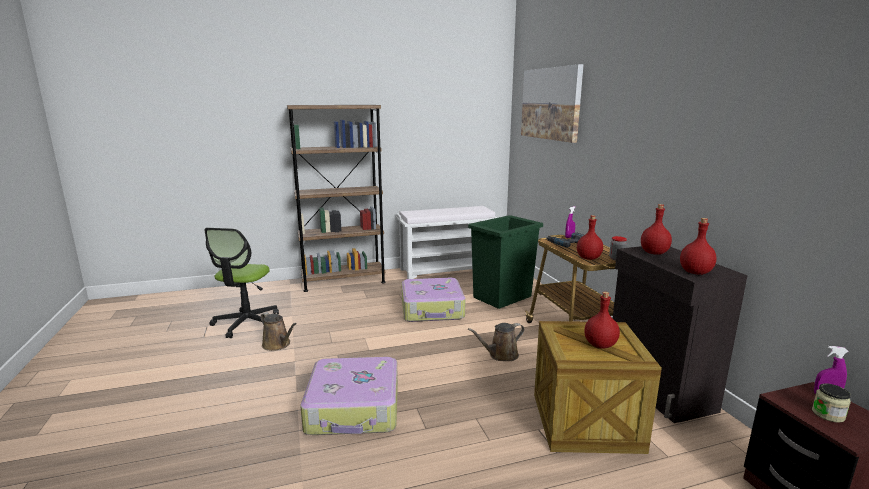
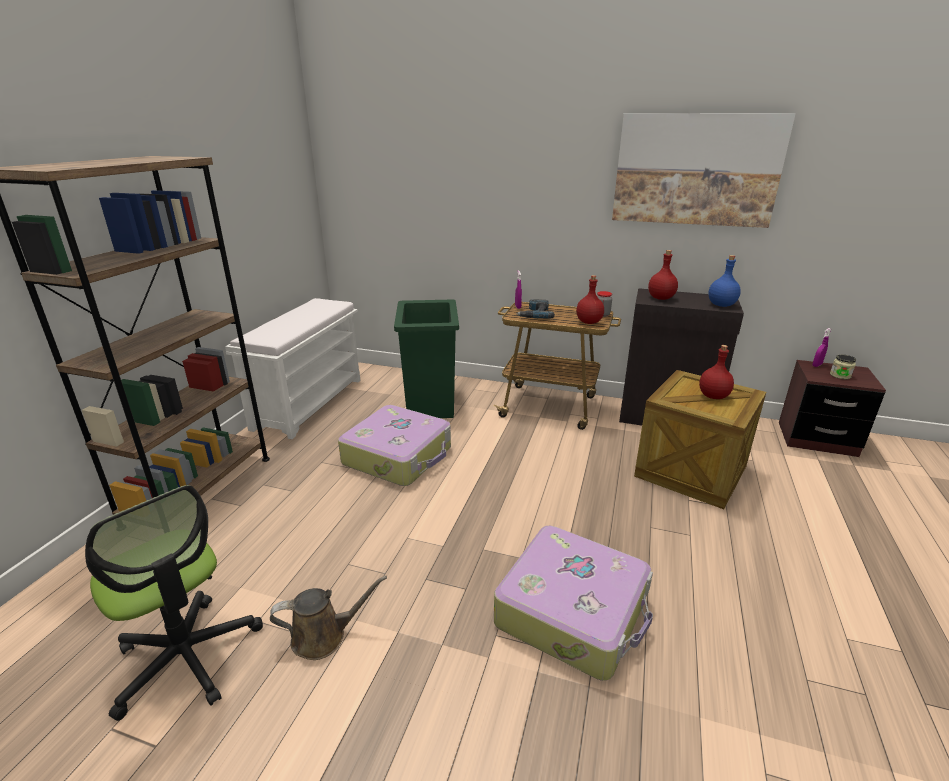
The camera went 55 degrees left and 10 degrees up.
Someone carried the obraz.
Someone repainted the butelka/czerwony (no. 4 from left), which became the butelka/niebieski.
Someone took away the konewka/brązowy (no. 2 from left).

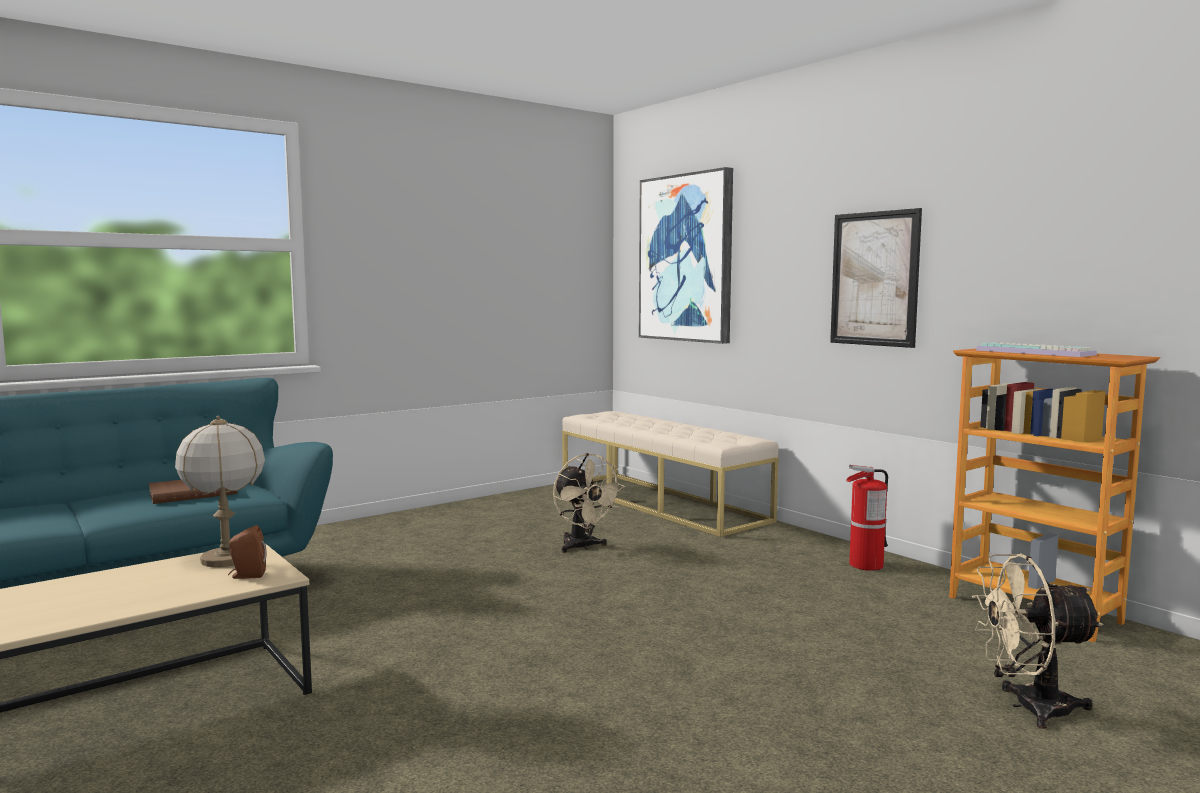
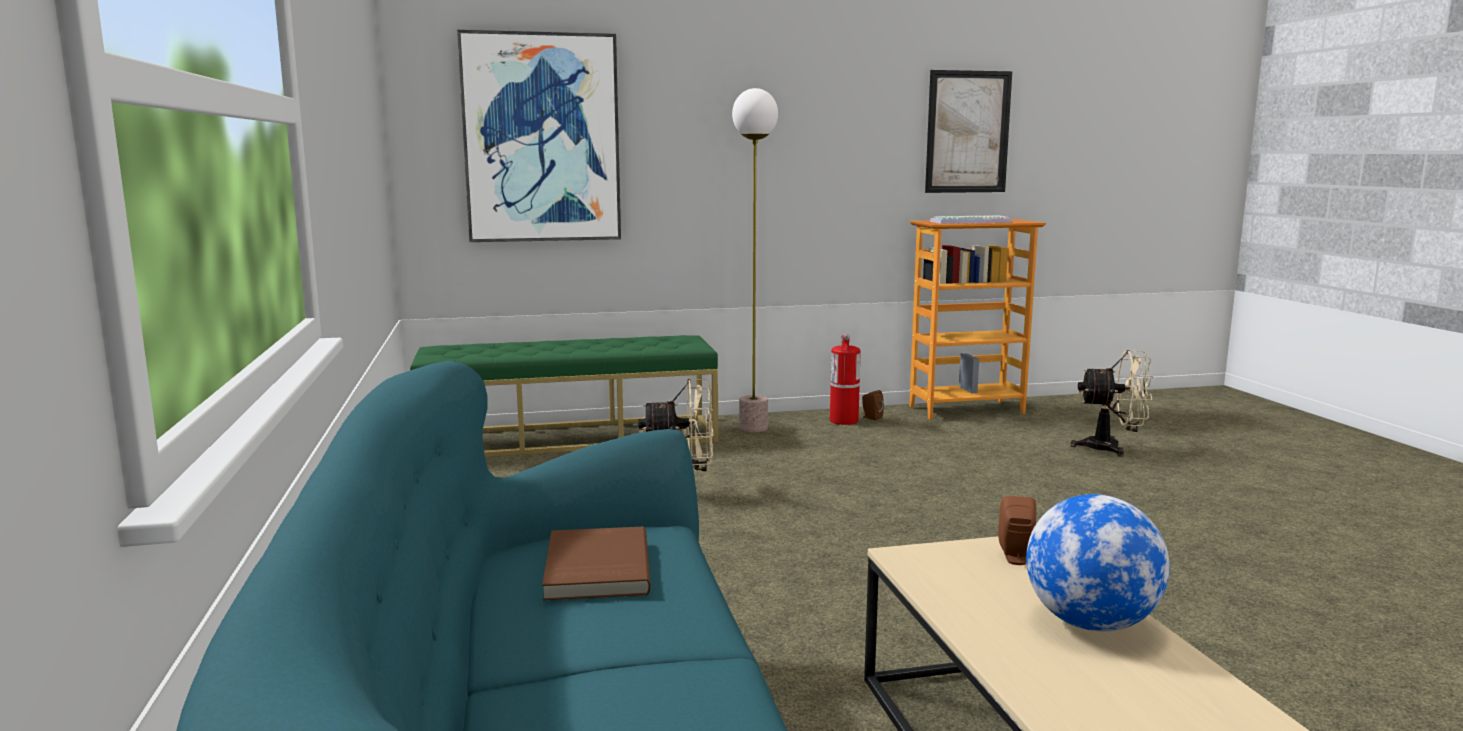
The camera went 65 degrees left and 5 degrees up.
Someone repainted the ławka/beżowy, which became the ławka/zielony.
Someone put down the lampa stojąca.
Someone put down the głośnik/brązowy (no. 1 from left).
Someone carried the obraz (no. 2 from left).
Someone put down the globus.
Someone rotated the wentylator/beżowy (no. 2 from left) by 105 degrees counterclockwise.
Someone took away the lampa stołowa.

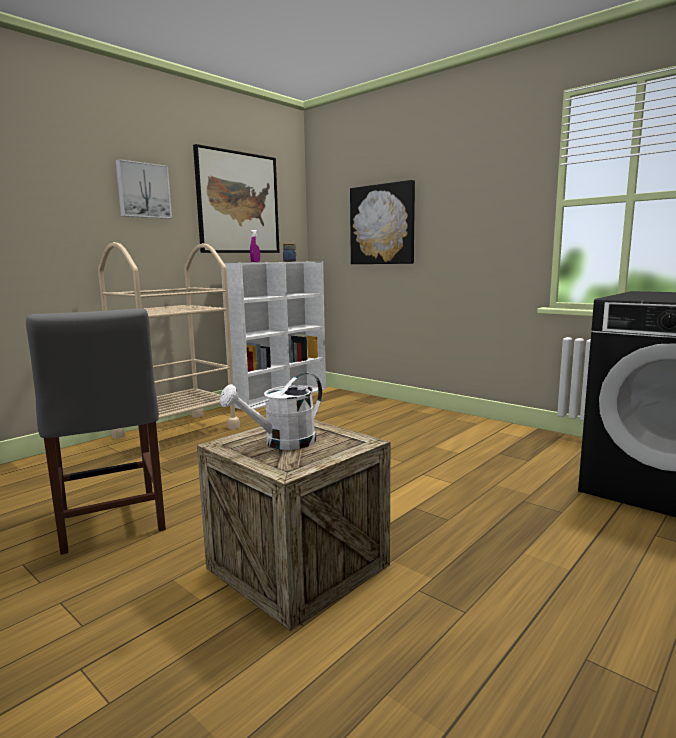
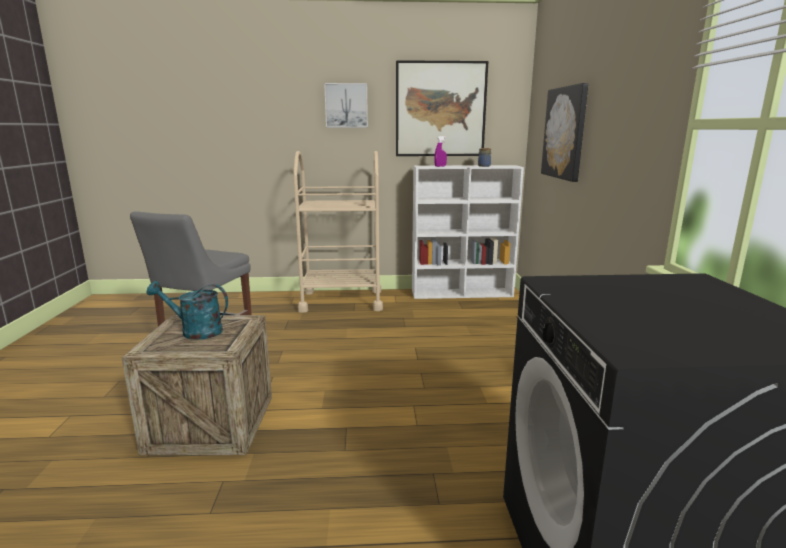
The camera went 45 degrees right and 5 degrees up.
Someone repainted the konewka/biały, which became the konewka/turkusowy.

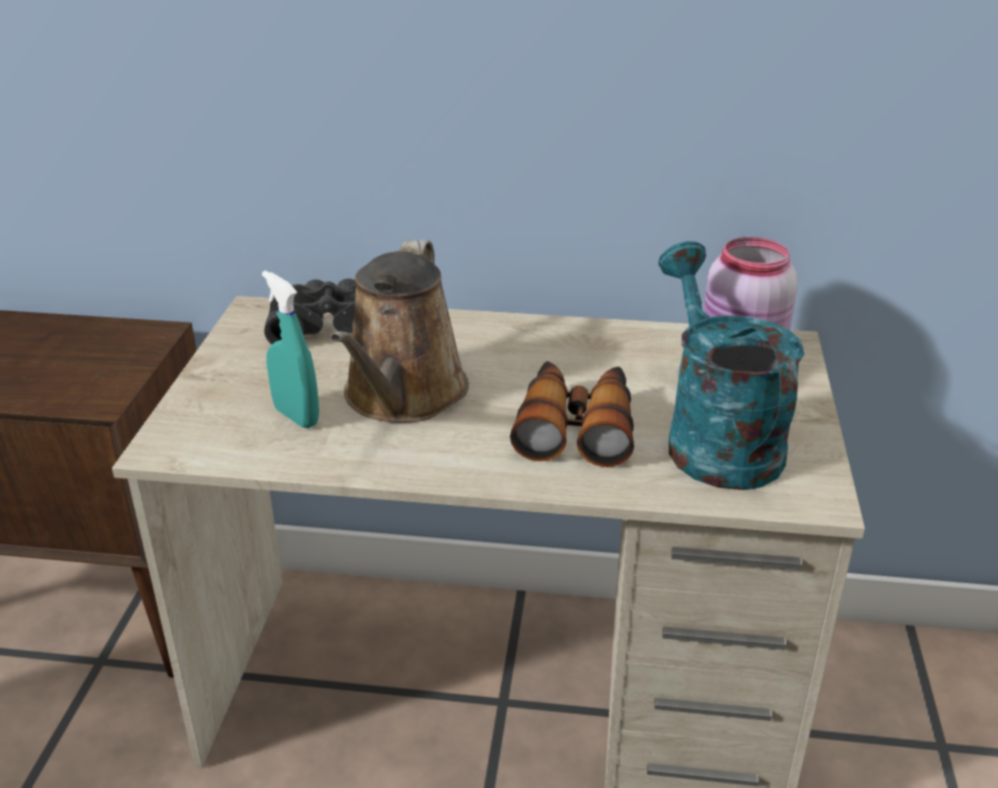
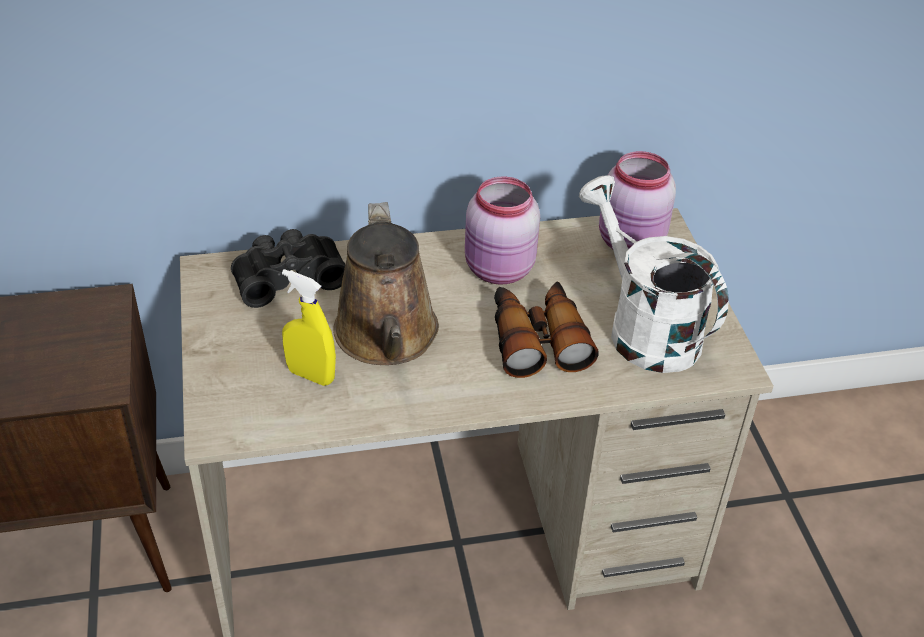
The camera went 20 degrees left and 10 degrees up.
Someone repainted the spryskiwacz/turkusowy, which became the spryskiwacz/żółty.
Someone put down the słoik/różowy (no. 1 from left).
Someone repainted the konewka/turkusowy, which became the konewka/biały.

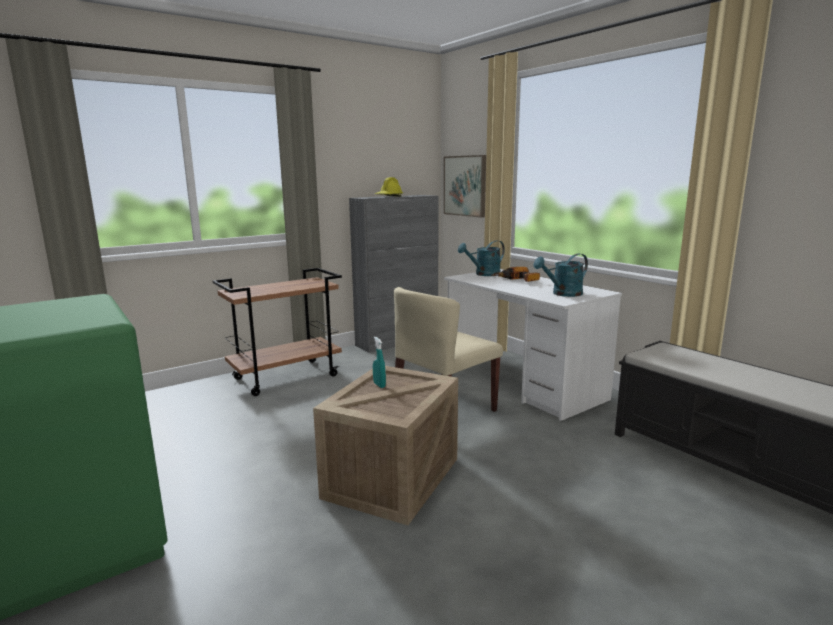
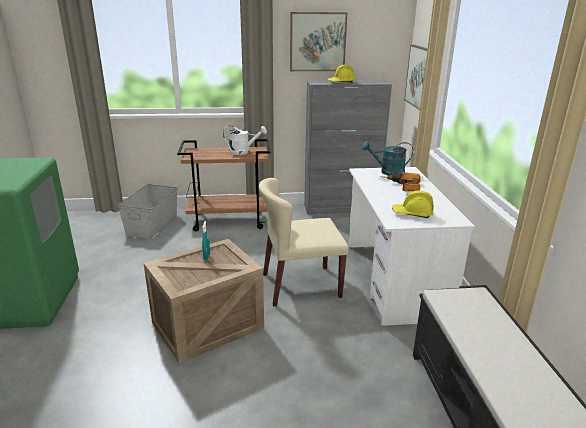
The camera went 30 degrees right and 10 degrees up.
Someone put down the pojemnik do przechowywania/szary.
Someone put down the konewka/biały.
Someone put up the obraz (no. 1 from left).
Someone swapped the konewka/turkusowy (no. 2 from left) for the kask/żółty (no. 2 from left).

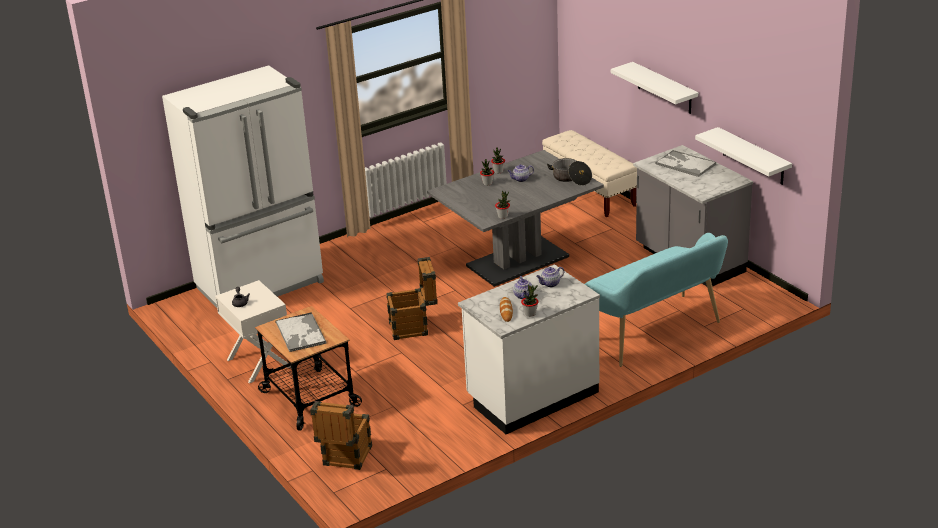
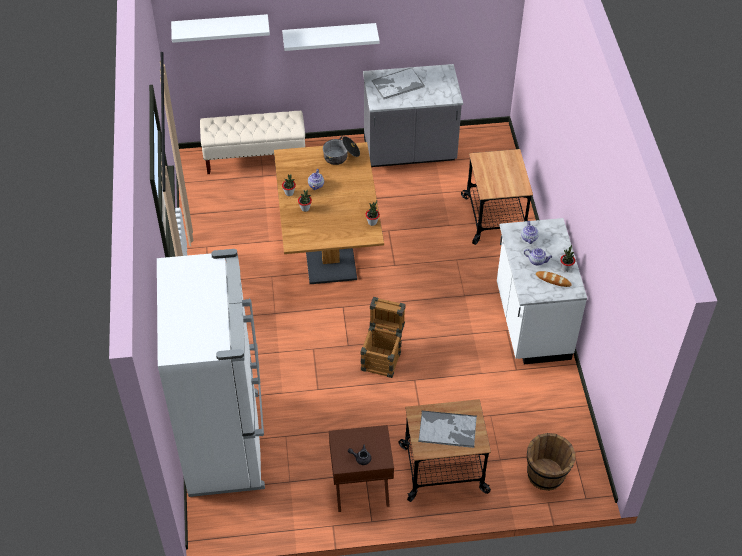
The camera went 65 degrees left and 20 degrees up.
Someone carried the półka/biały (no. 2 from left in the first image).
Someone repainted the stół jadalny/szary, which became the stół jadalny/brązowy.
Someone repainted the szafka nocna/biały, which became the szafka nocna/brązowy.
Someone swapped the ławka/turkusowy for the wózek (no. 2 from left).
Someone swapped the skrzynka (no. 1 from left) for the wiadro/brązowy.

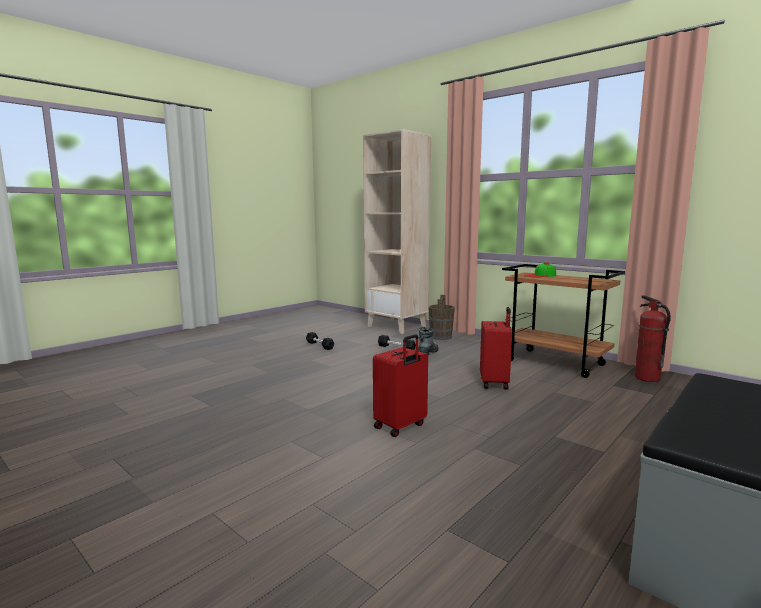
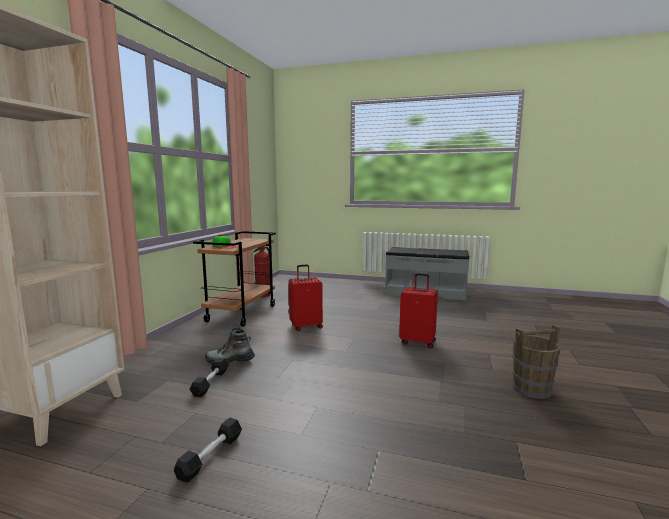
The camera went 115 degrees left and 0 degrees up.
Someone carried the wiadro/brązowy.

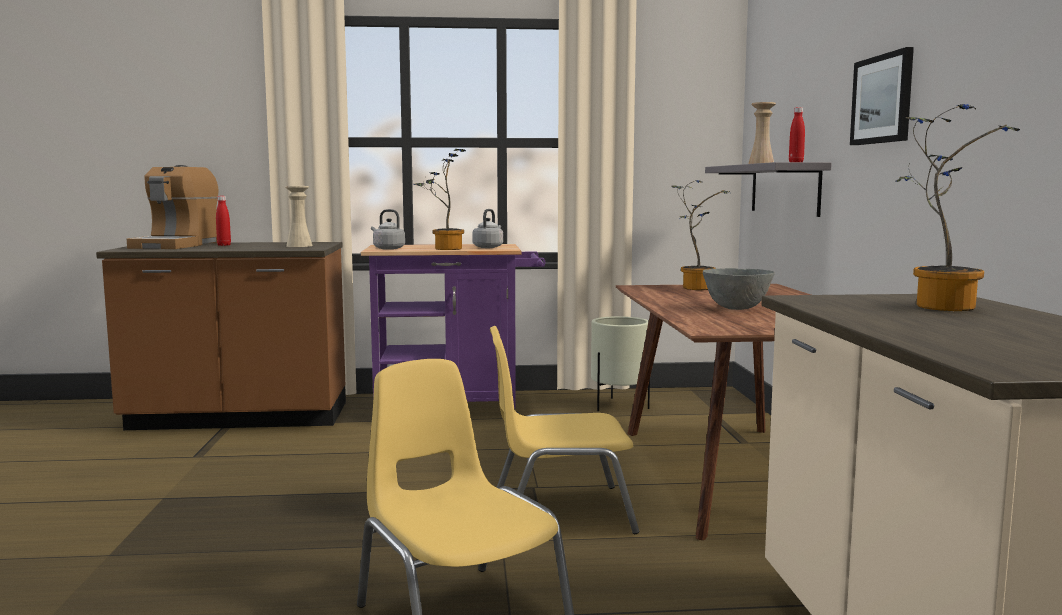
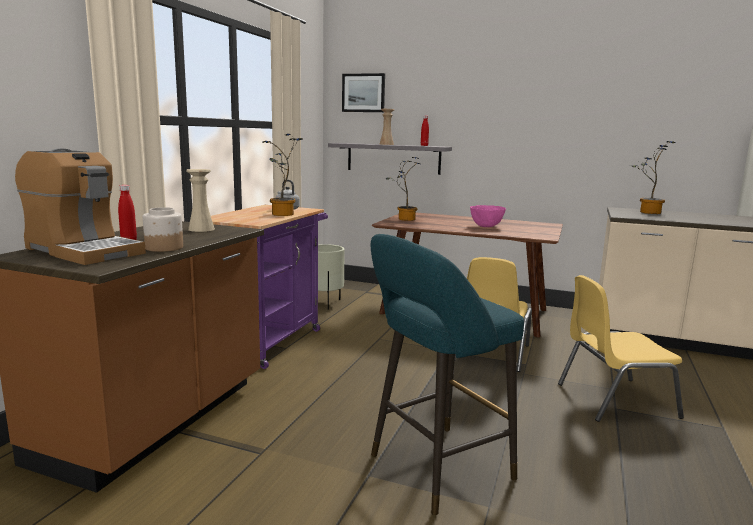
The camera went 65 degrees left and 5 degrees up.
Someone put down the słoik.
Someone carried the obraz.
Someone put down the stołek/turkusowy.
Someone repainted the miska/szary, which became the miska/różowy.
Someone took away the czajnik/szary (no. 1 from left).

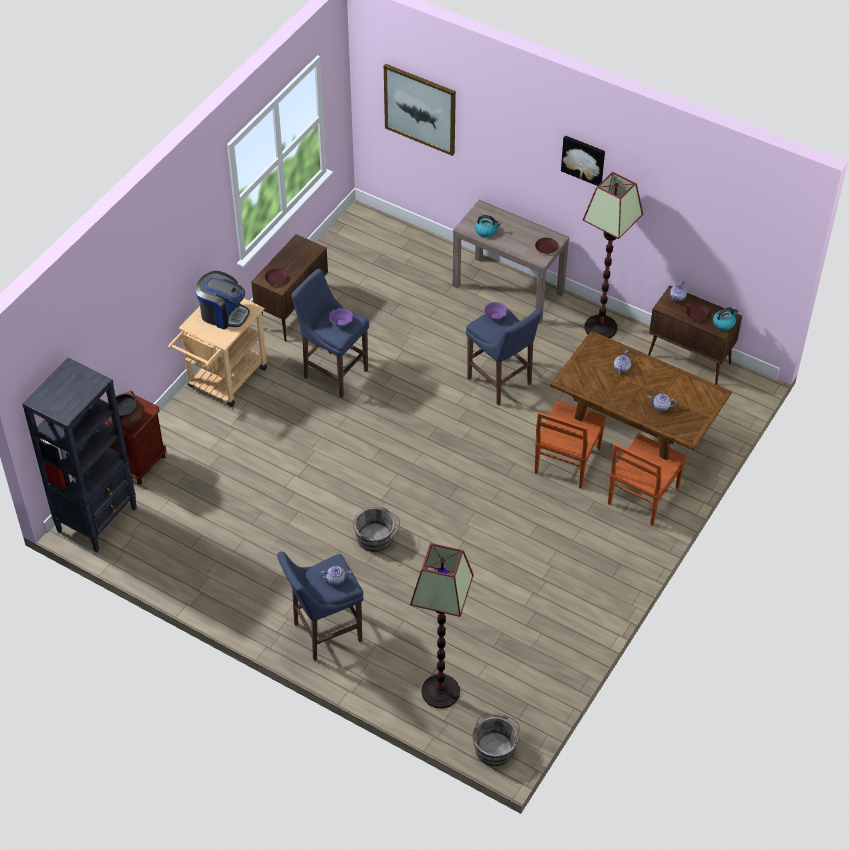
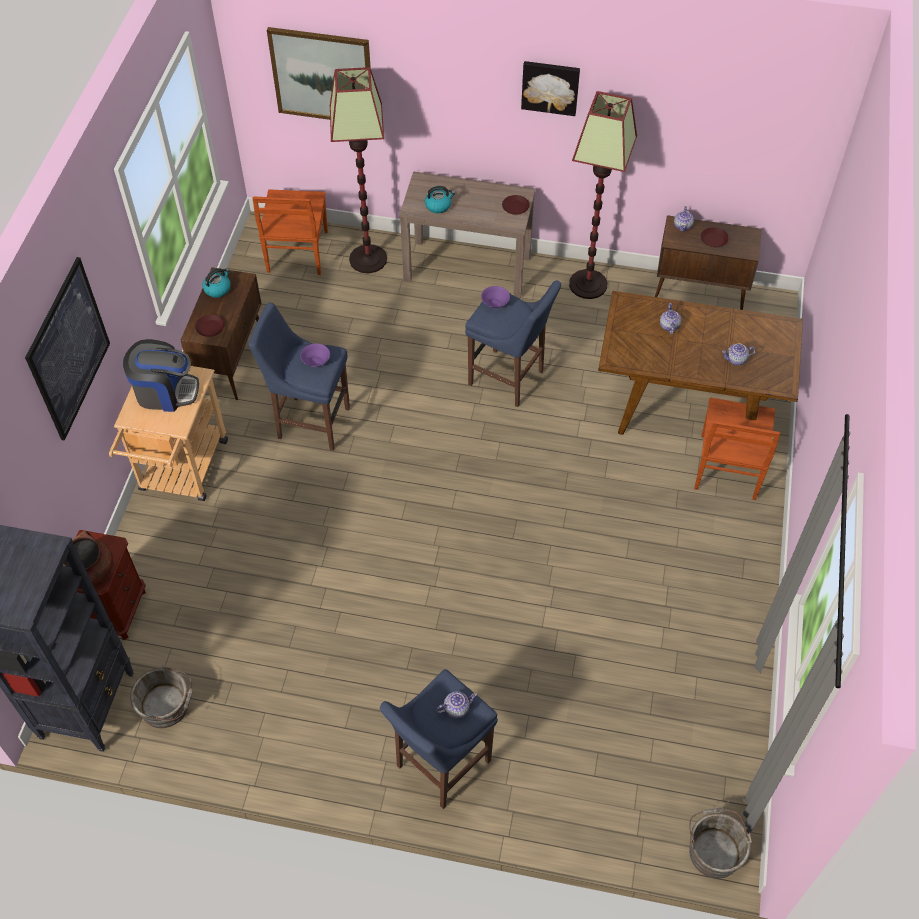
The camera went 20 degrees left and 5 degrees up.
Someone put up the obraz (no. 1 from left).
Someone carried the wiadro/szary (no. 1 from left).
Someone carried the czajnik (no. 2 from left in the first image).
Someone carried the krzesło/brązowy (no. 1 from left).
Someone carried the lampa stojąca (no. 1 from left).

